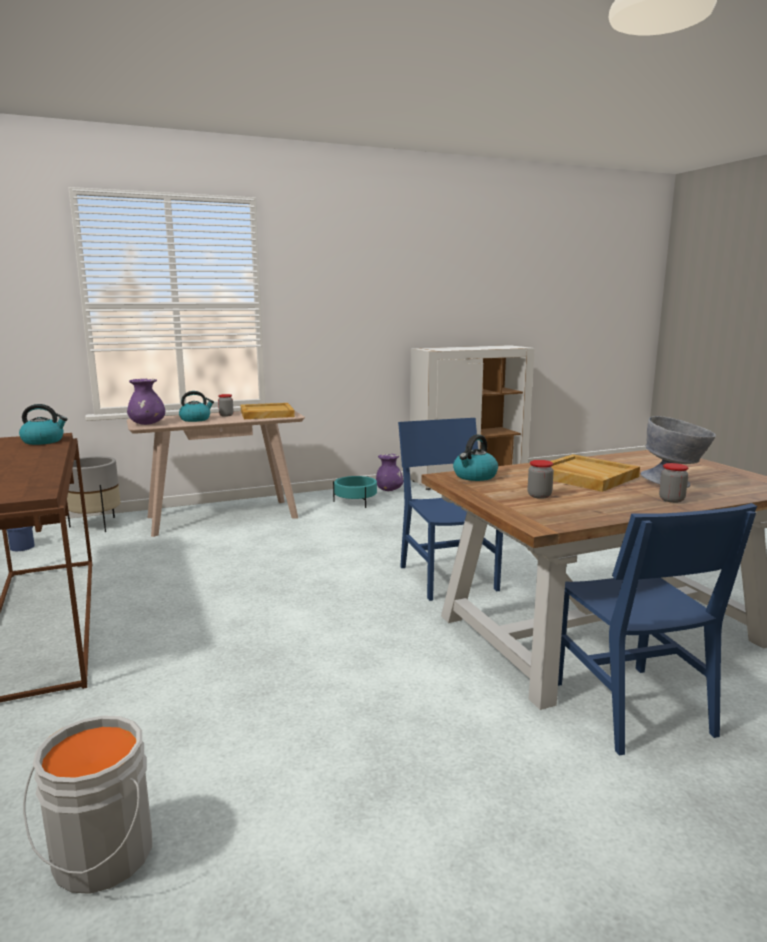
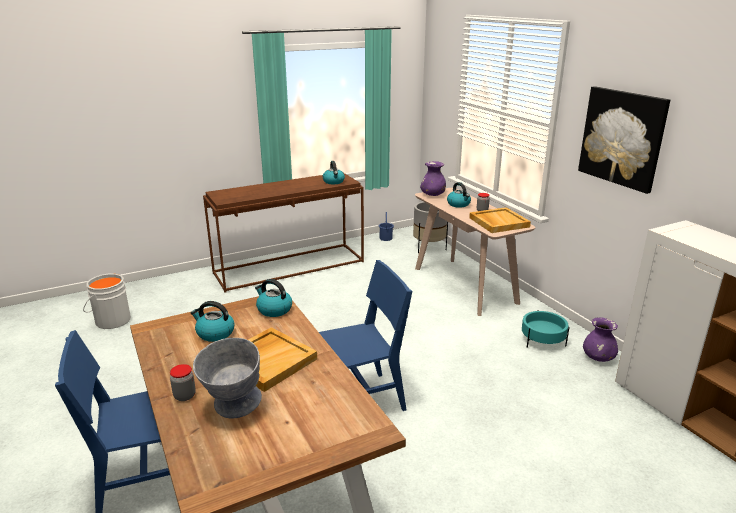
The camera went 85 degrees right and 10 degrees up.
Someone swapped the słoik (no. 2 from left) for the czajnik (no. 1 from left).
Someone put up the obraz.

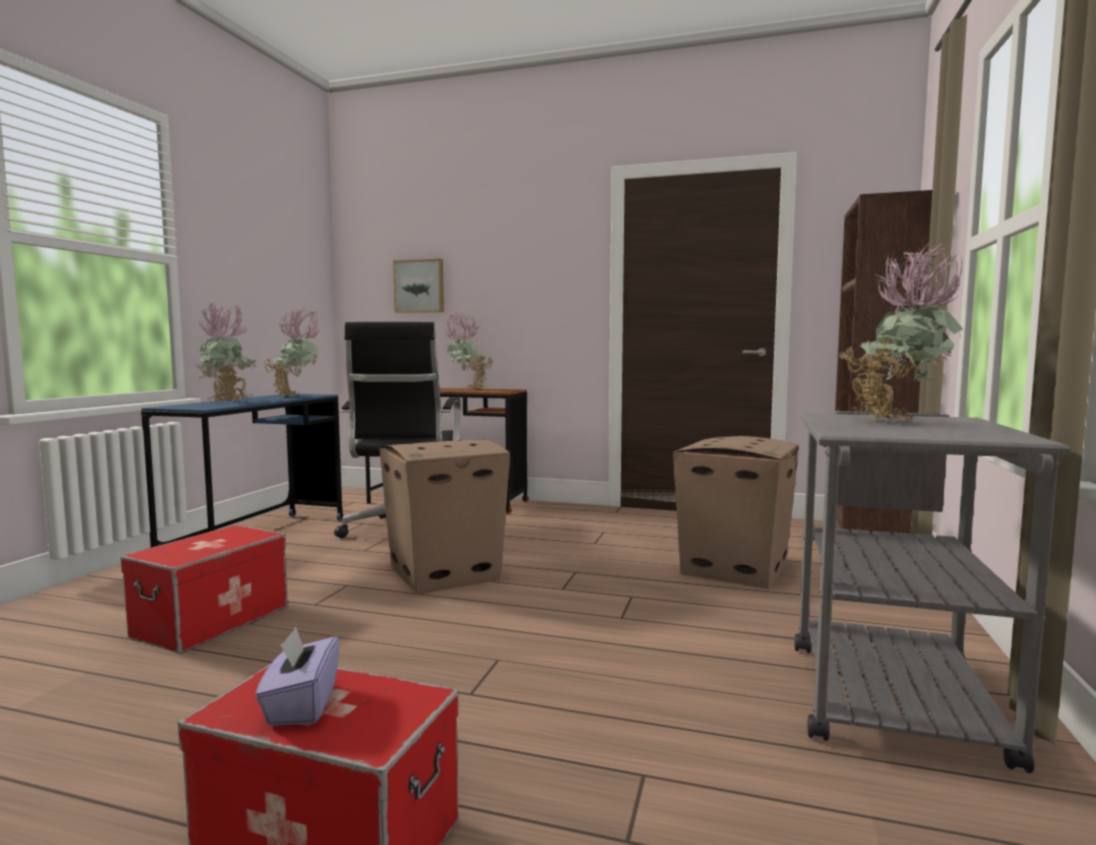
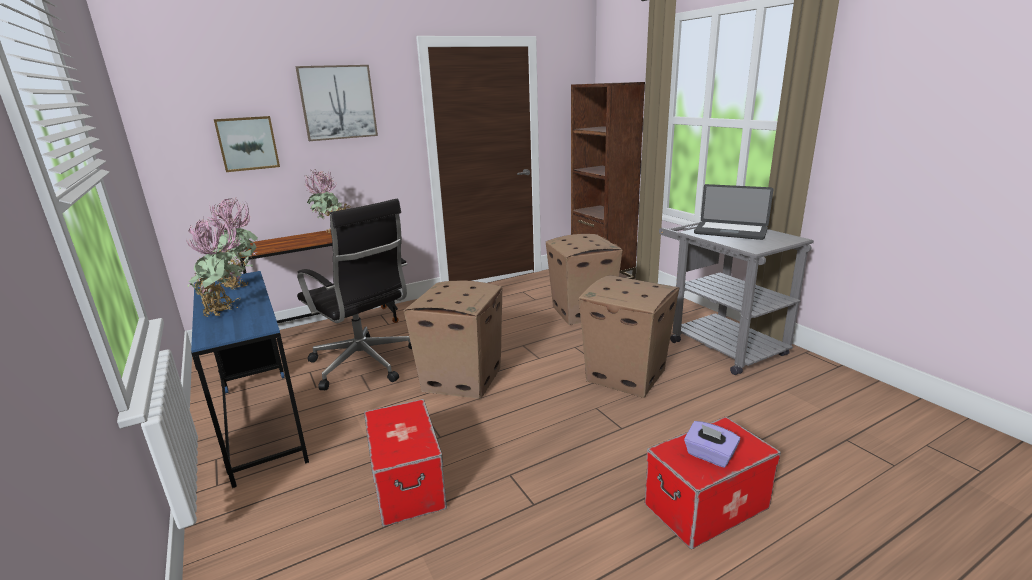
The camera went 45 degrees left and 15 degrees up.
Someone put up the obraz (no. 2 from left).
Someone put down the karton (no. 3 from left).
Someone swapped the roślina doniczkowa (no. 4 from left) for the laptop.

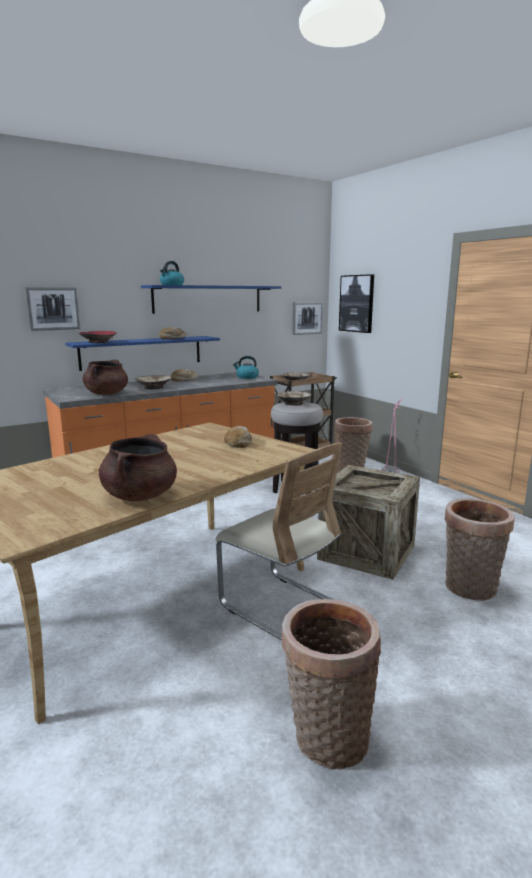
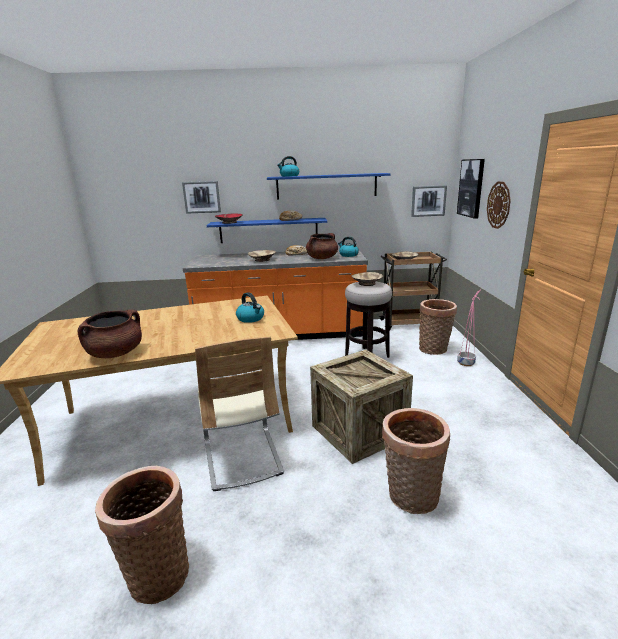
The camera went 30 degrees right and 5 degrees up.
Someone swapped the chleb (no. 3 from left) for the czajnik (no. 1 from left).
Someone carried the garnek/brązowy (no. 1 from left in the first image).
Someone put up the zegar ścienny.

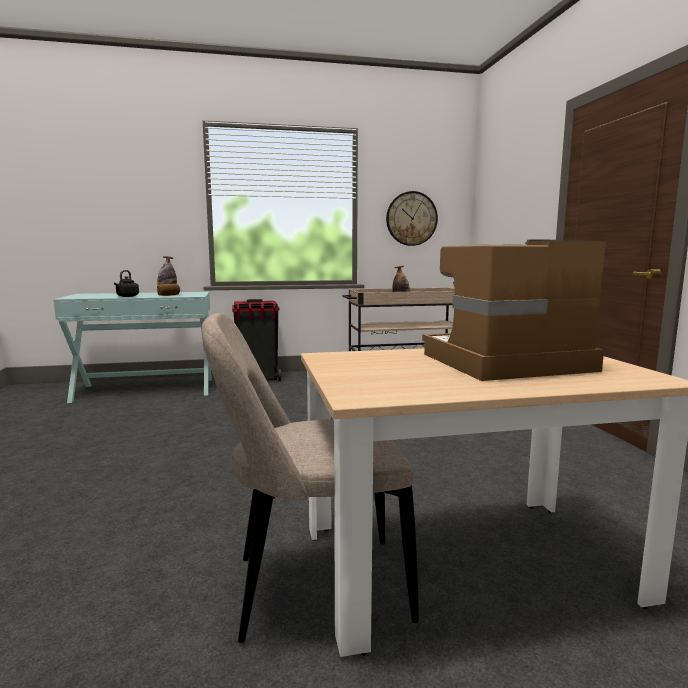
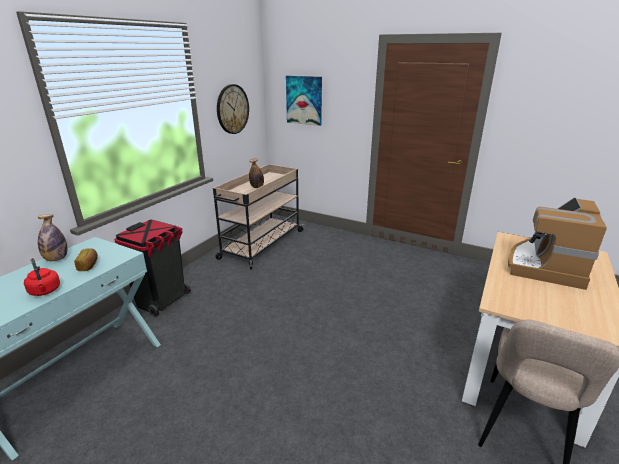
The camera went 50 degrees left and 15 degrees up.
Someone repainted the czajnik/czarny, which became the czajnik/czerwony.
Someone put up the obraz.

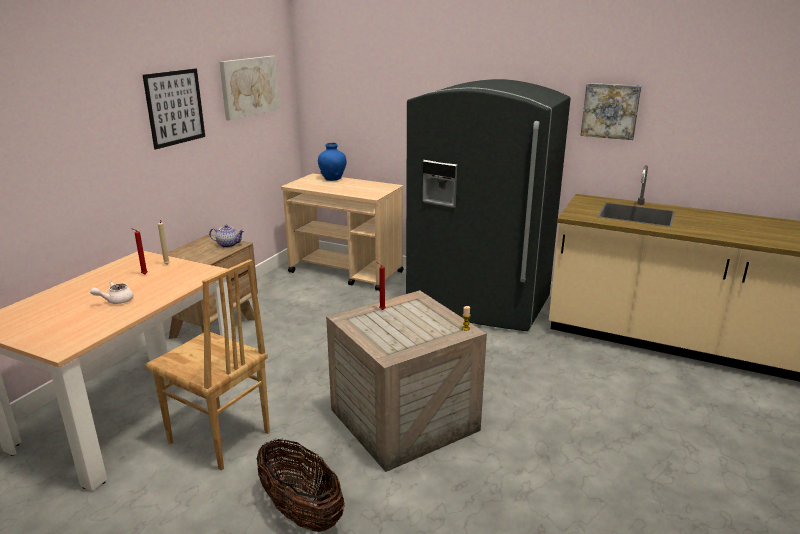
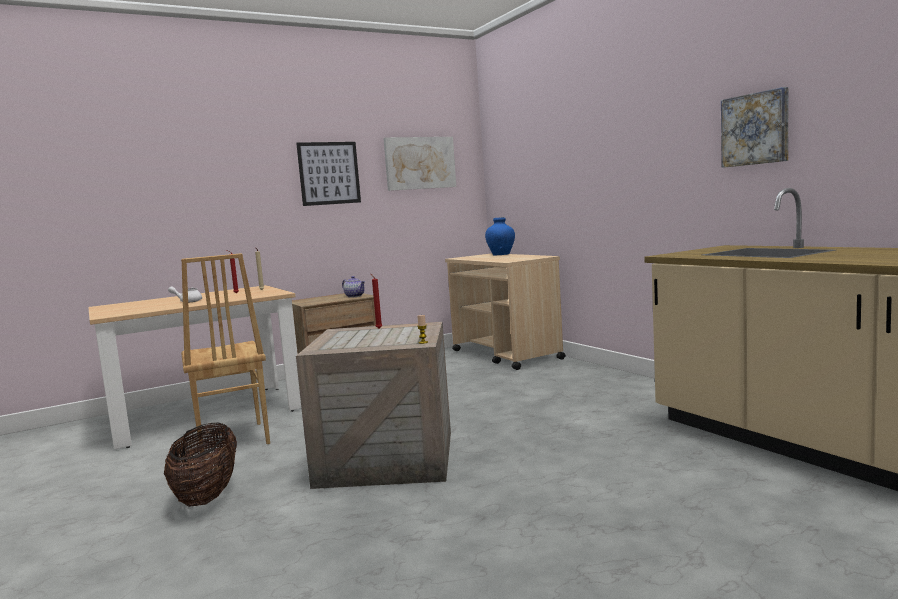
The camera went 35 degrees right and 15 degrees down.
Someone took away the lodówka/szary.

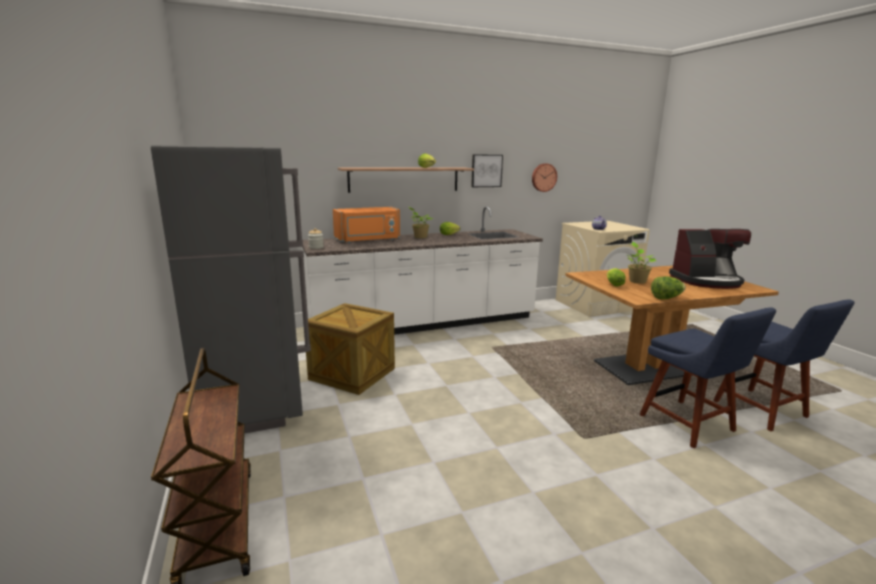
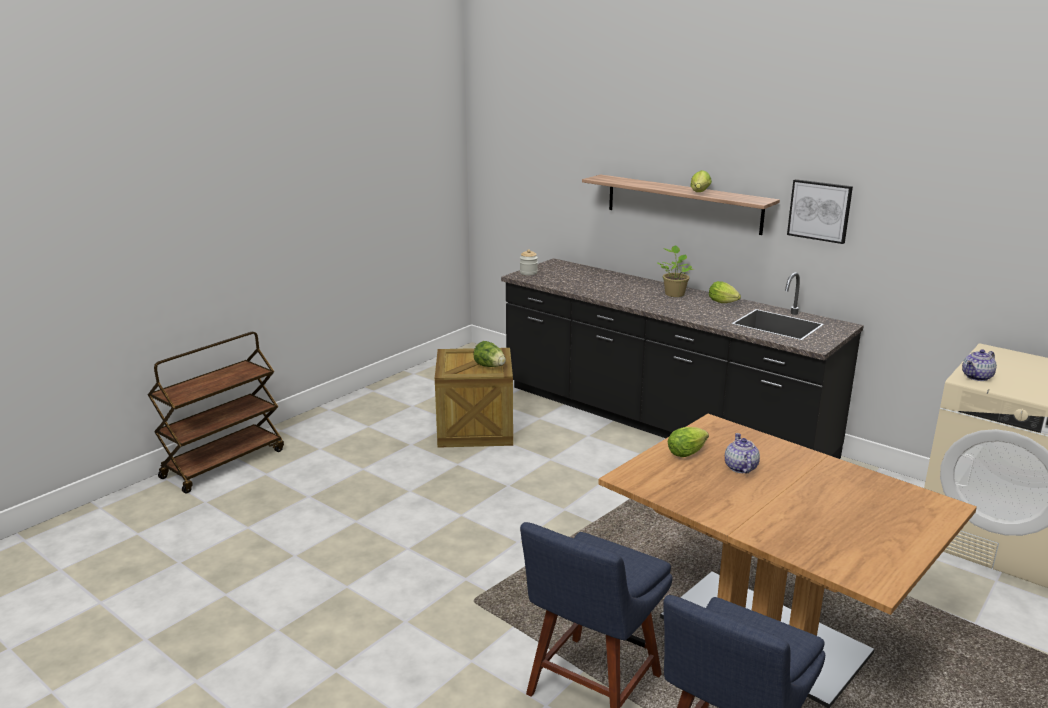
The camera went 60 degrees right and 5 degrees up.
Someone carried the sałata (no. 4 from left in the first image).
Someone repainted the zabudowa kuchenna/biały, which became the zabudowa kuchenna/czarny.
Someone swapped the roślina doniczkowa (no. 2 from left) for the imbryk (no. 1 from left).
Someone took away the lodówka/szary.
Someone took away the mikrofalówka/pomarańczowy.
Someone took away the zegar ścienny.
Someone took away the ekspres do kawy.

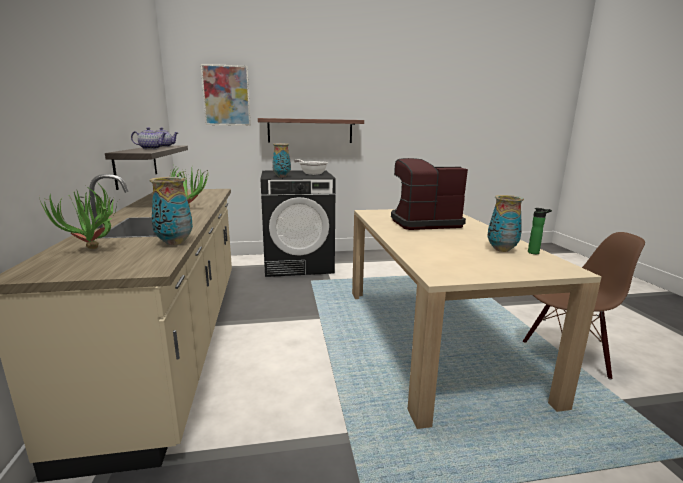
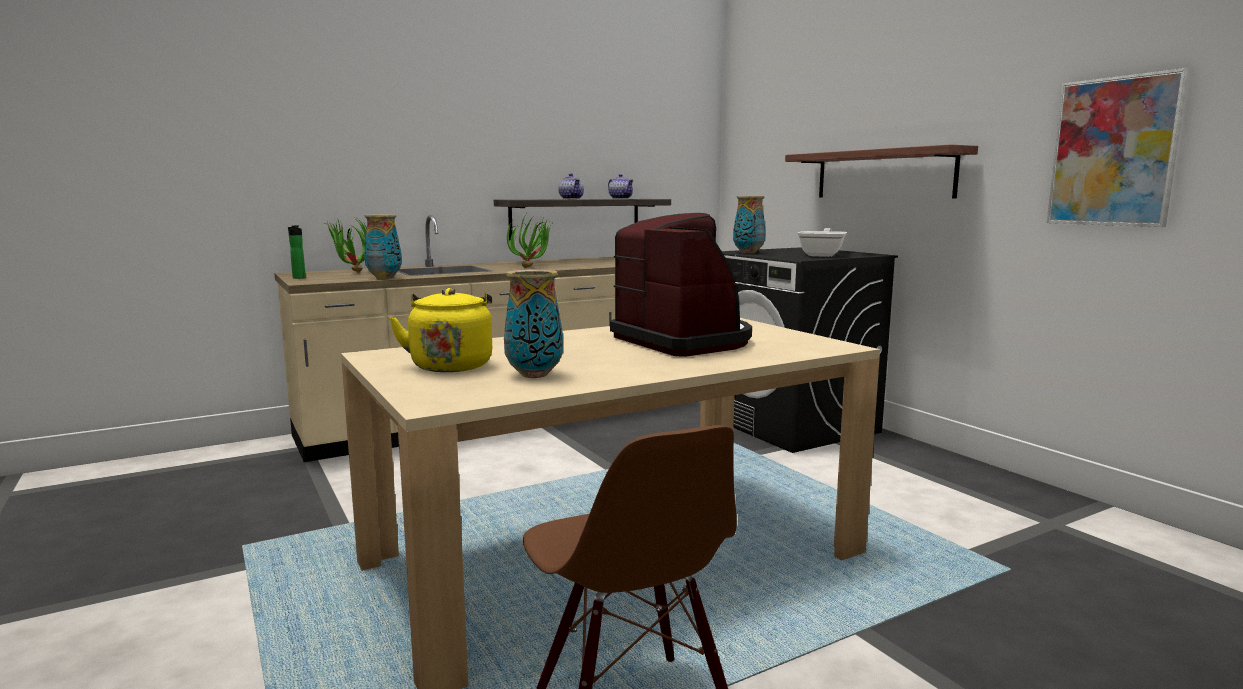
The camera went 70 degrees right and 5 degrees down.
Someone carried the butelka.
Someone put down the czajnik/żółty.
Someone carried the obraz.

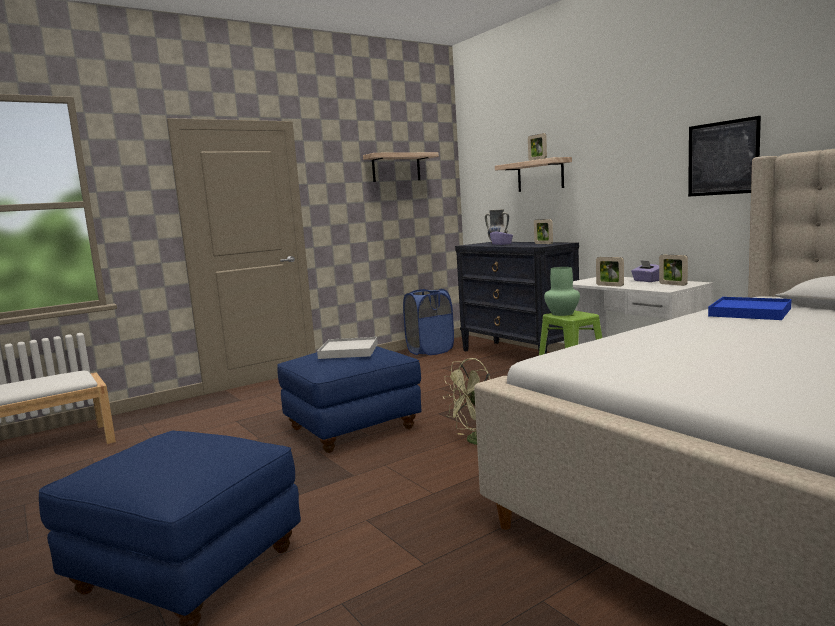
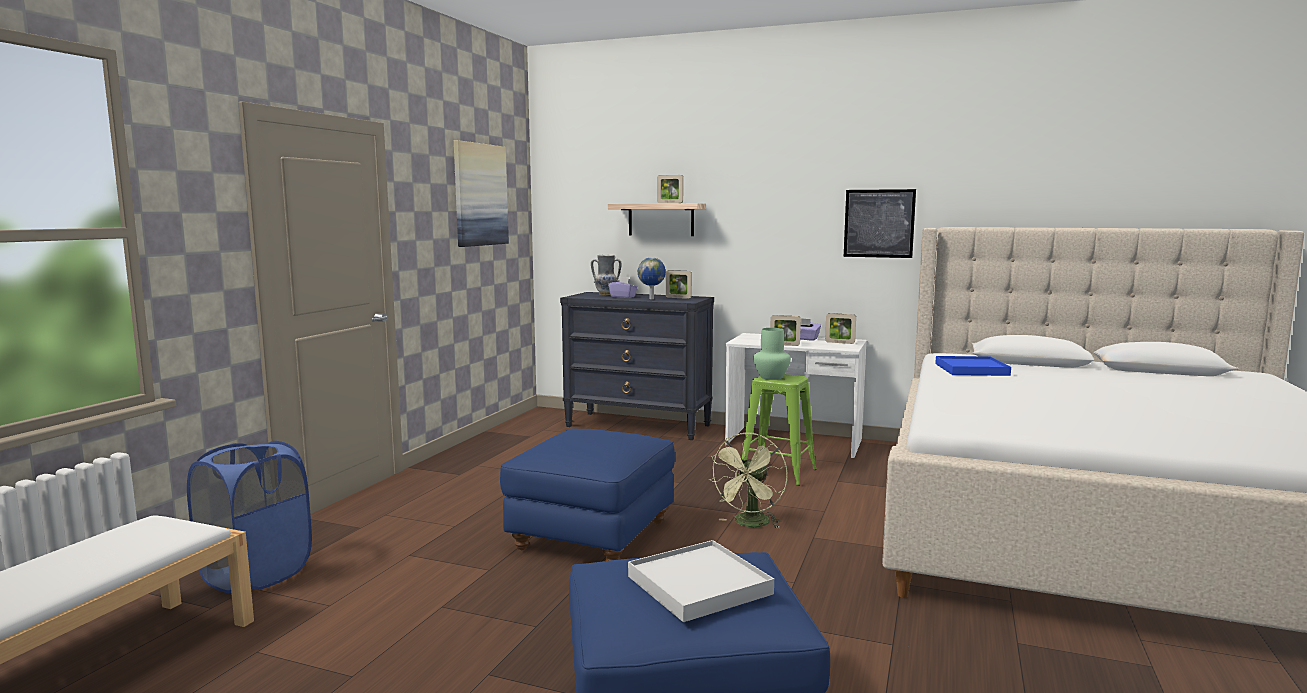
The camera went 35 degrees left and 0 degrees up.
Someone carried the kosz na pranie/niebieski.
Someone swapped the półka (no. 1 from left) for the obraz (no. 1 from left).
Someone carried the taca/biały.
Someone put down the globus.

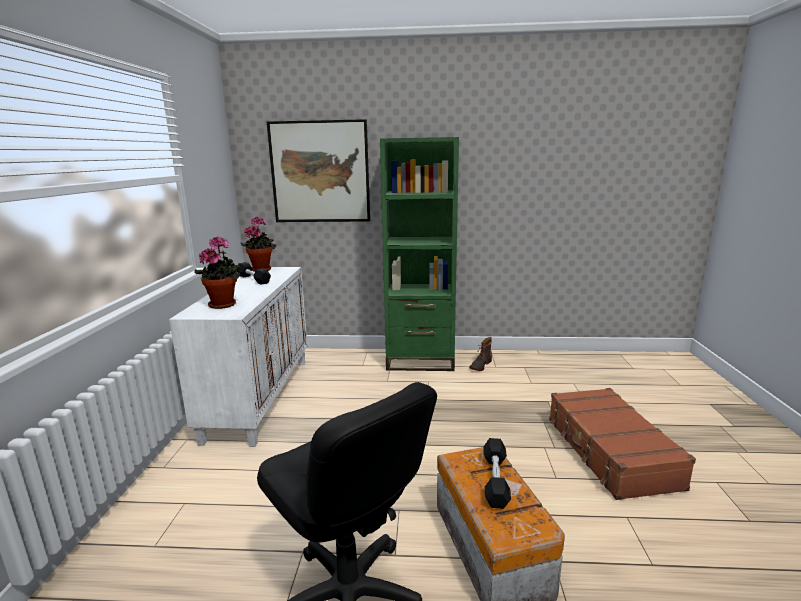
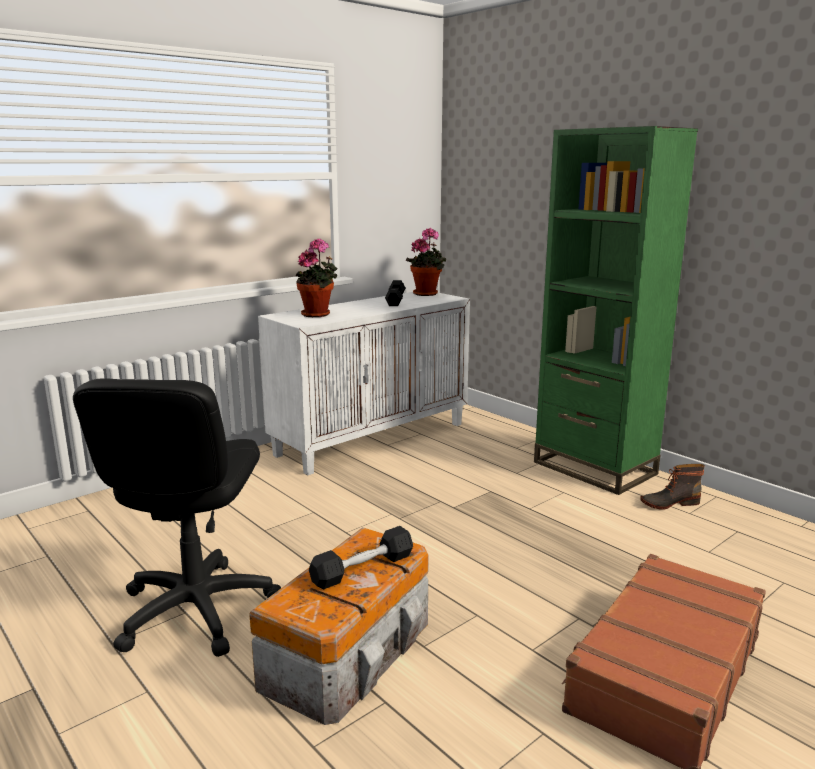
The camera went 45 degrees right and 0 degrees up.
Someone took away the obraz.

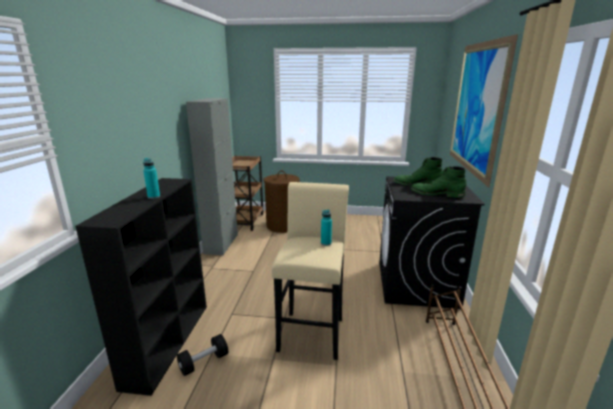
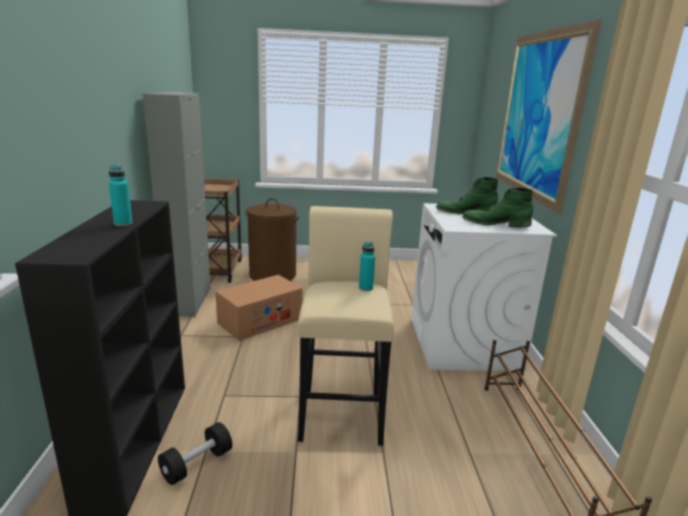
The camera went 10 degrees left and 0 degrees up.
Someone put down the karton.
Someone repainted the pralka/czarny, which became the pralka/biały.

